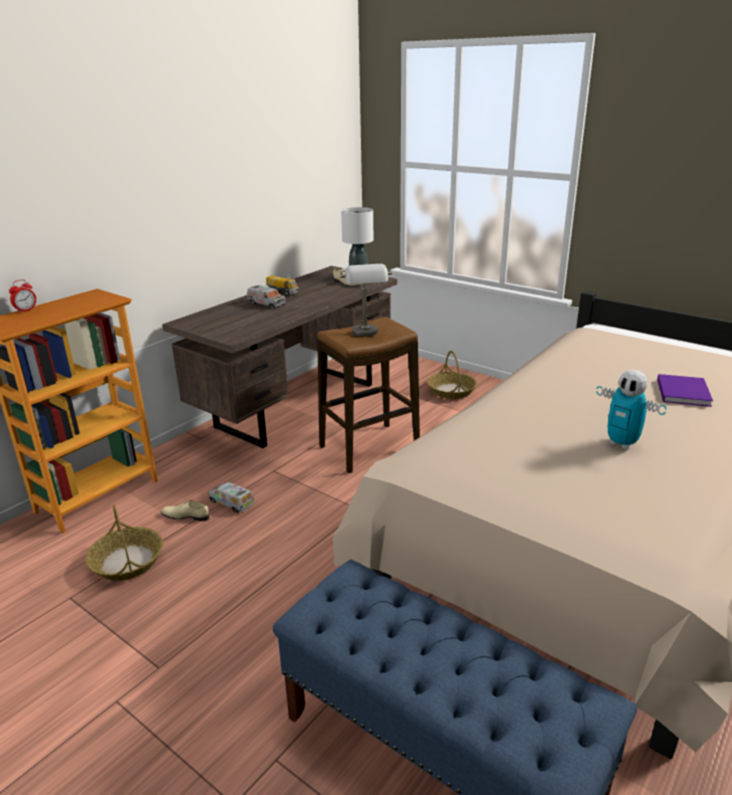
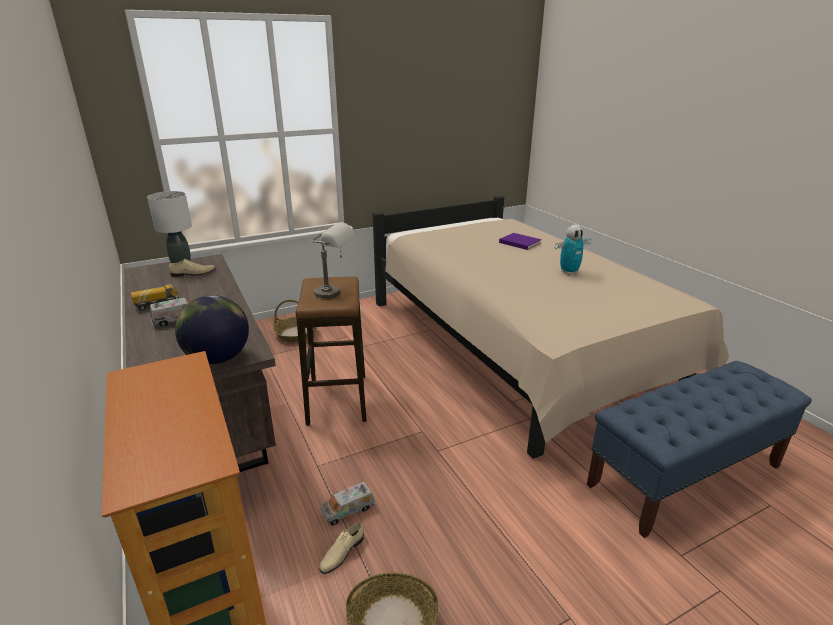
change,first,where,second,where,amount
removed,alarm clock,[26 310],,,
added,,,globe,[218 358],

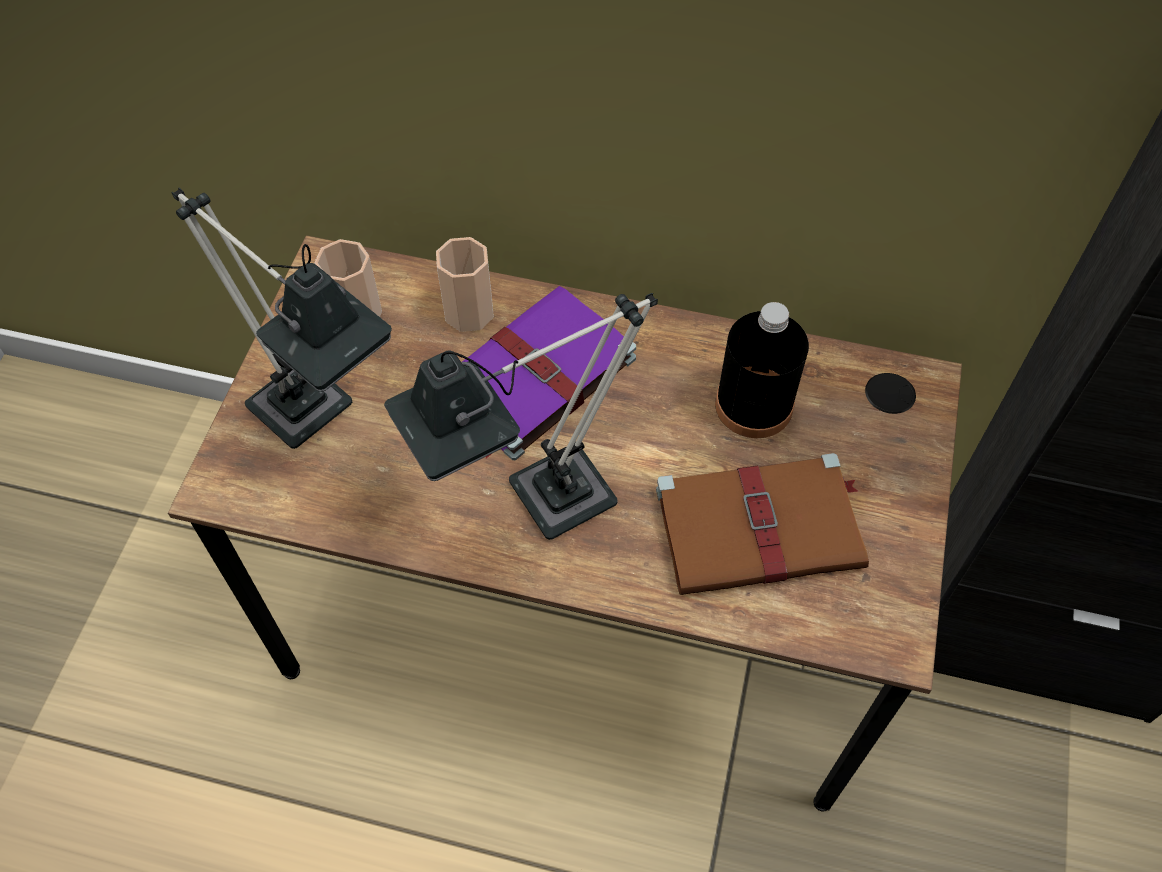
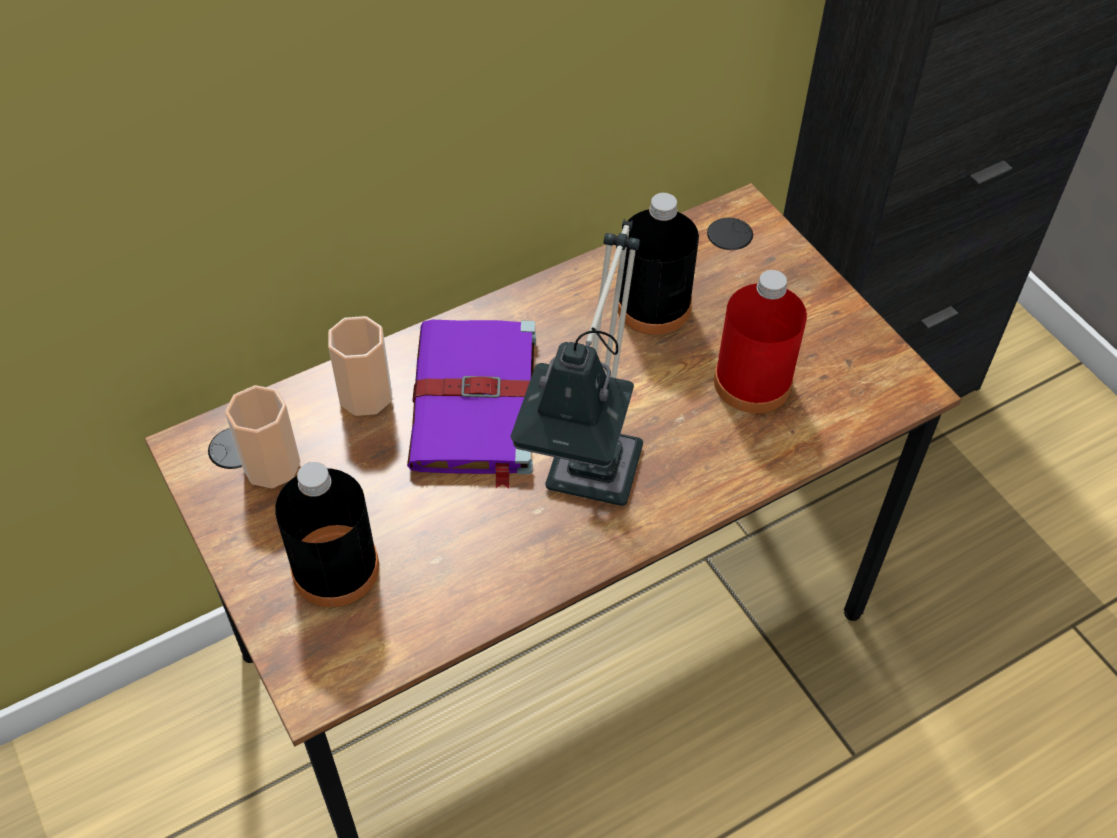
change,first,where,second,where,amount
replaced,table lamp,[315 420],black bottle,[335 569],
replaced,brown book,[762 528],red bottle,[752 382],

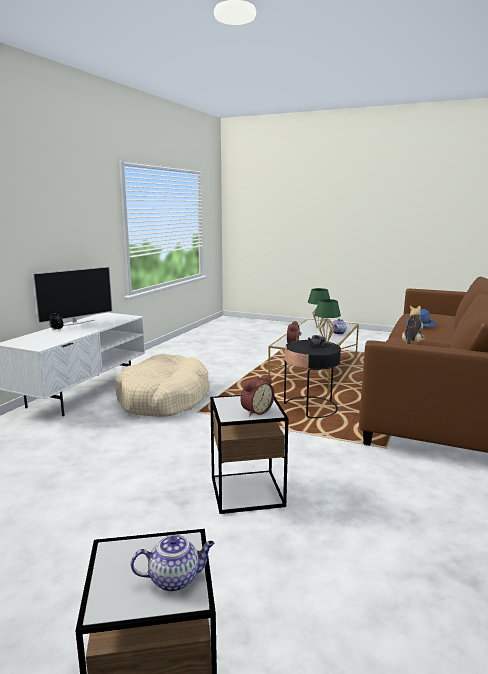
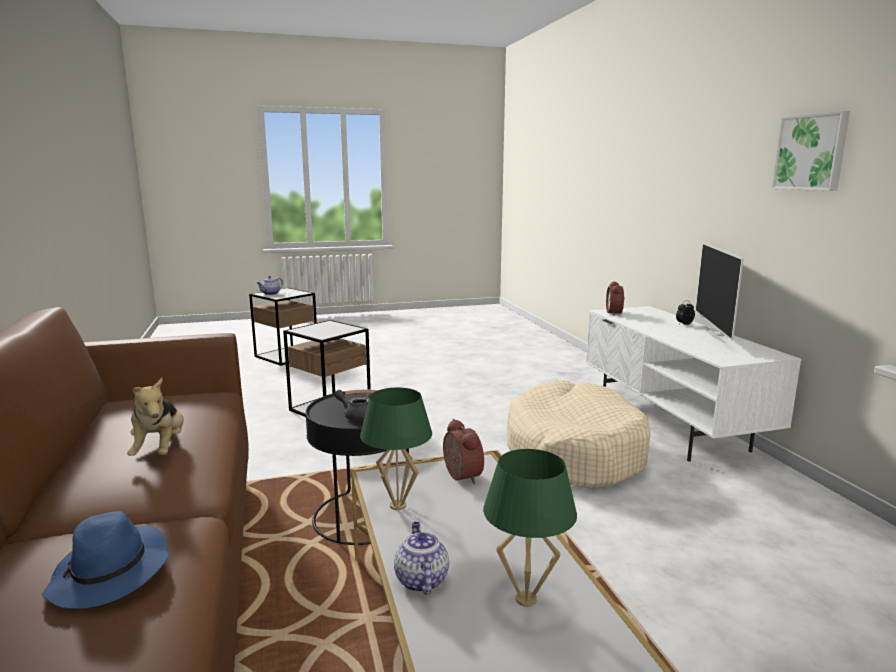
change,first,where,second,where,amount
moved,alarm clock,[255 411],,[615 313],
added,,,picture,[811 152],

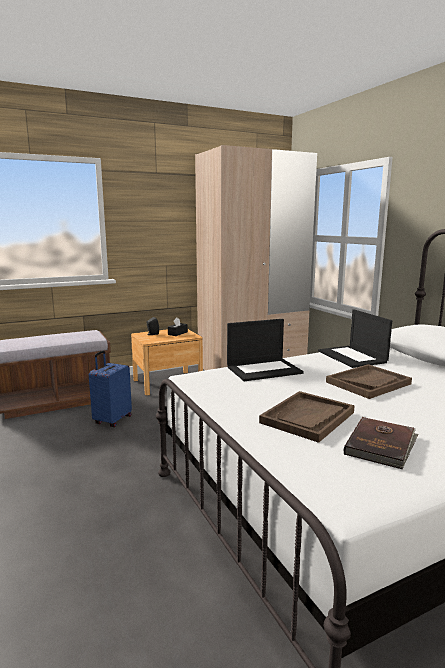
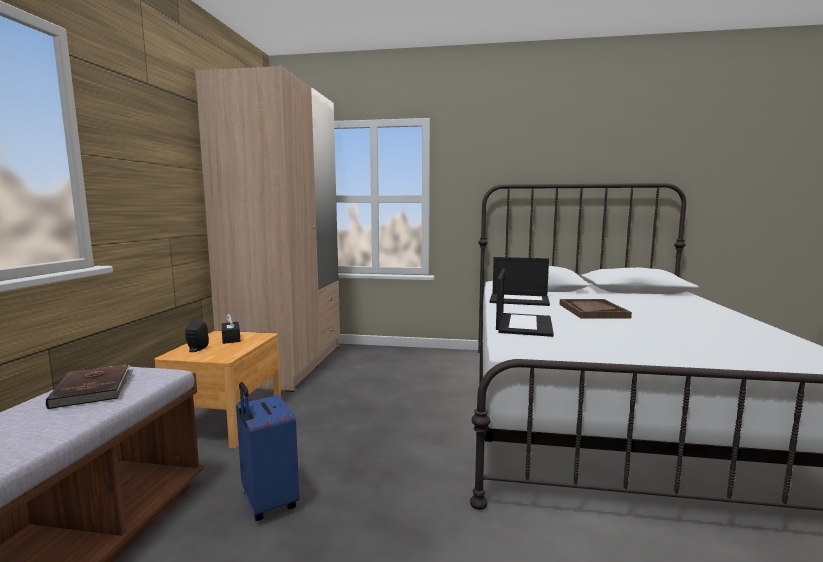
change,first,where,second,where,amount
removed,brown tray,[307 418],,,
moved,brown book,[381 445],,[94 388],

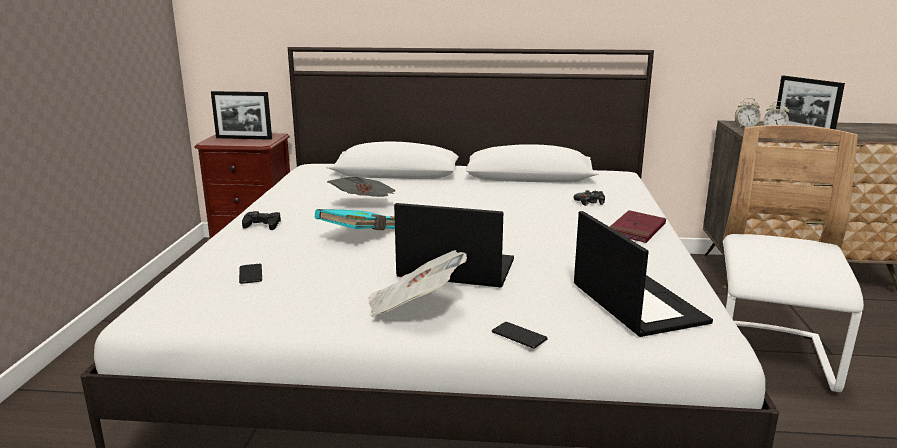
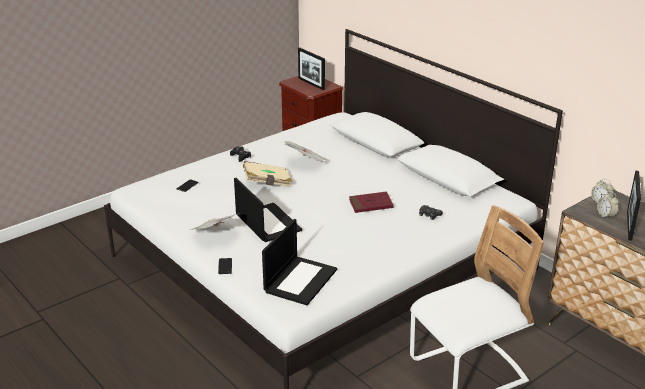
change,first,where,second,where,amount
recoloured,turquoise book,[361 235],beige book,[267 183],
moved,red book,[636 230],,[371 204],

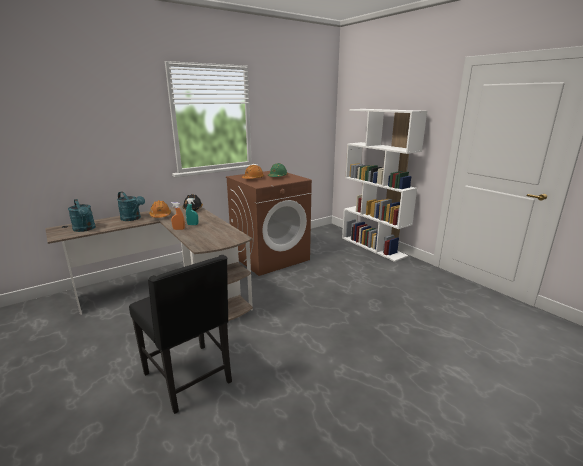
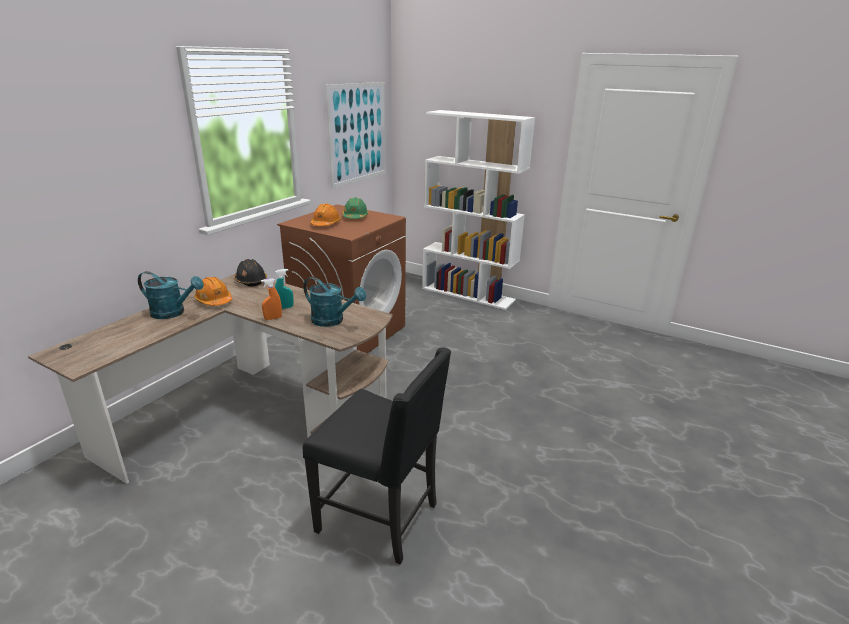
change,first,where,second,where,amount
moved,turquoise watering can,[85 229],,[333 321],
added,,,picture,[358 133],

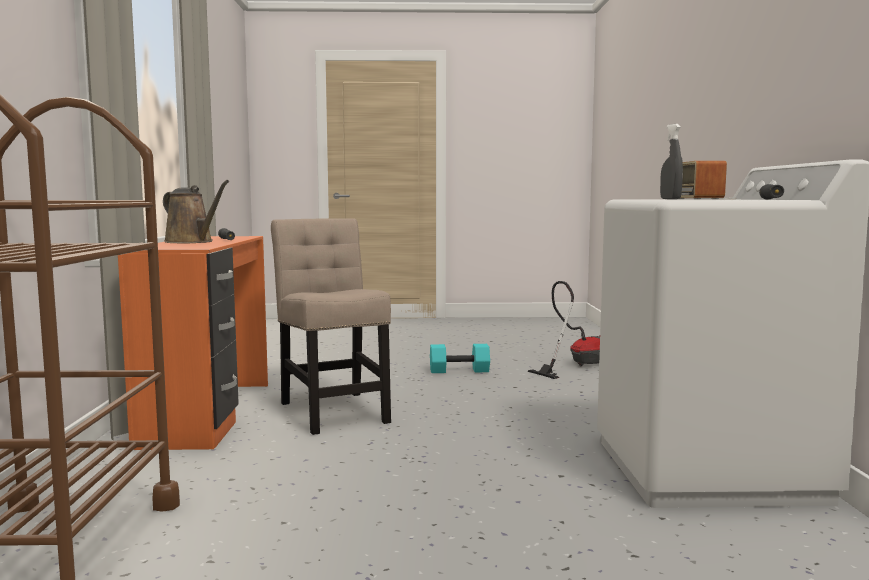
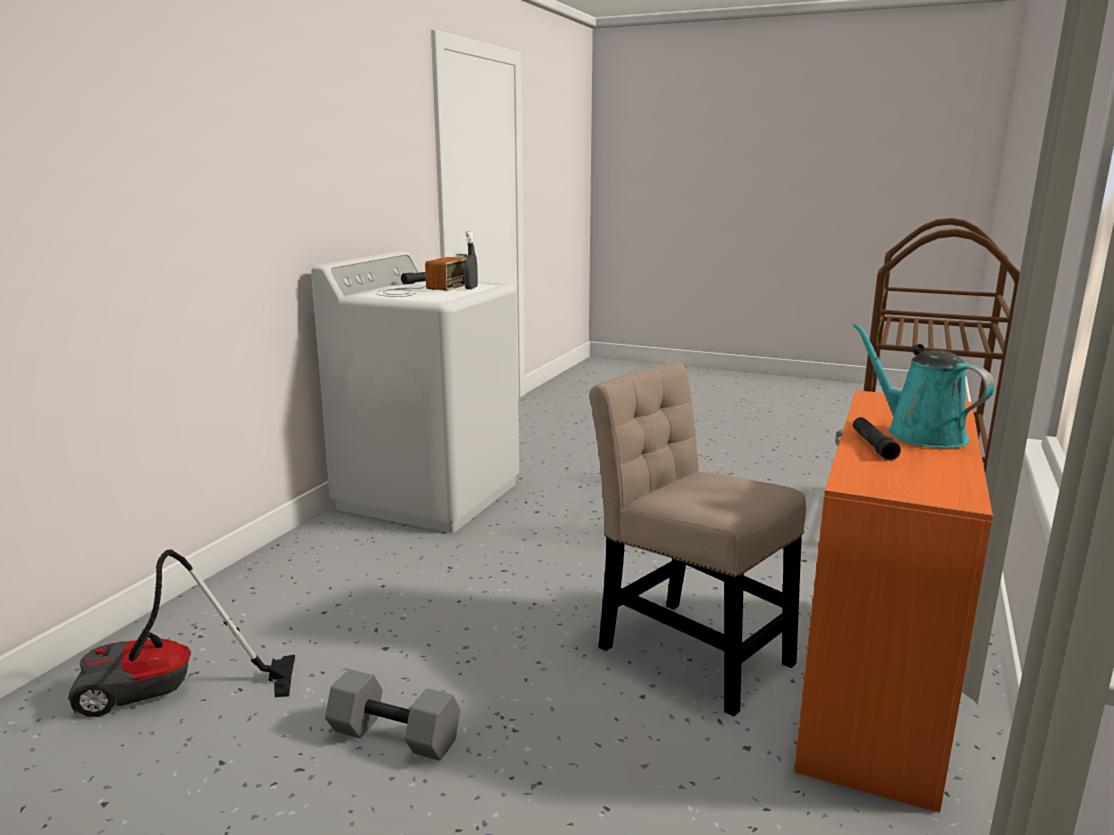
change,first,where,second,where,amount
recoloured,brown watering can,[192 242],turquoise watering can,[919 434],
turned,beige chair,[333 410],,[688 650],135 degrees clockwise
recoloured,turquoise dumbbell,[459 370],grey dumbbell,[392 737],

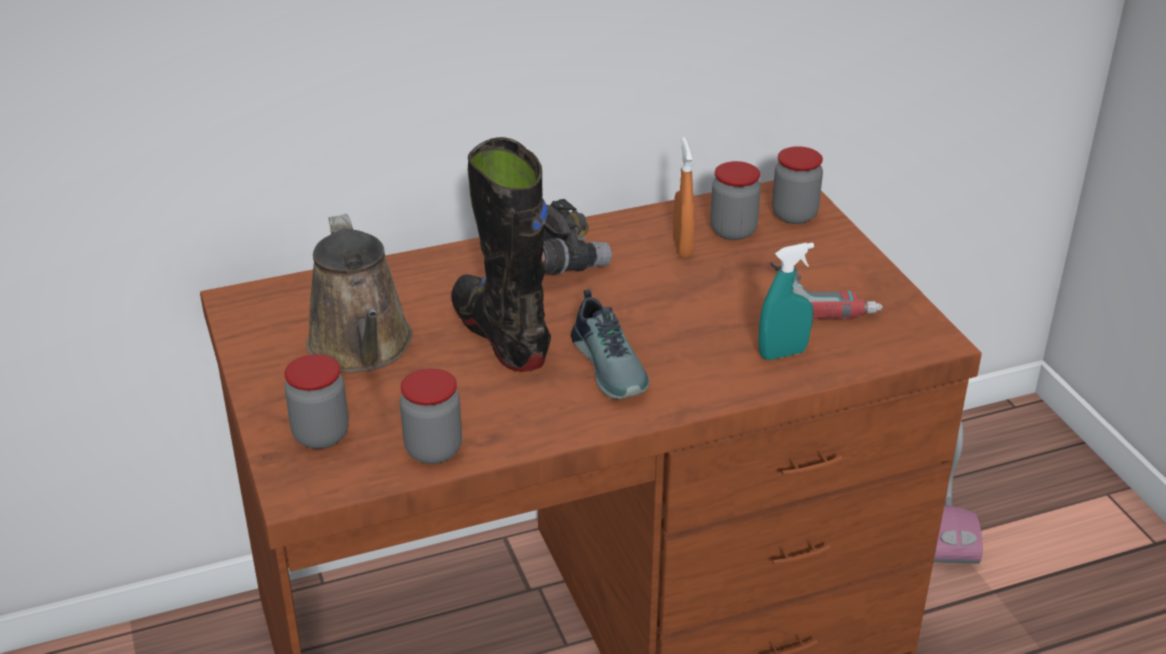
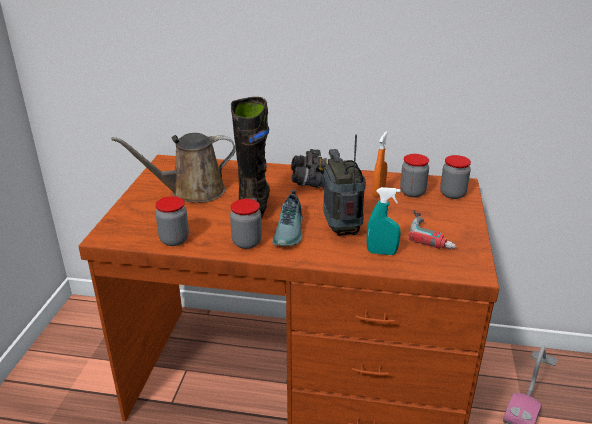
change,first,where,second,where,amount
moved,jar,[321 435],,[247 242],
turned,brown watering can,[362 348],,[192 192],60 degrees clockwise
added,,,radio,[342 229],

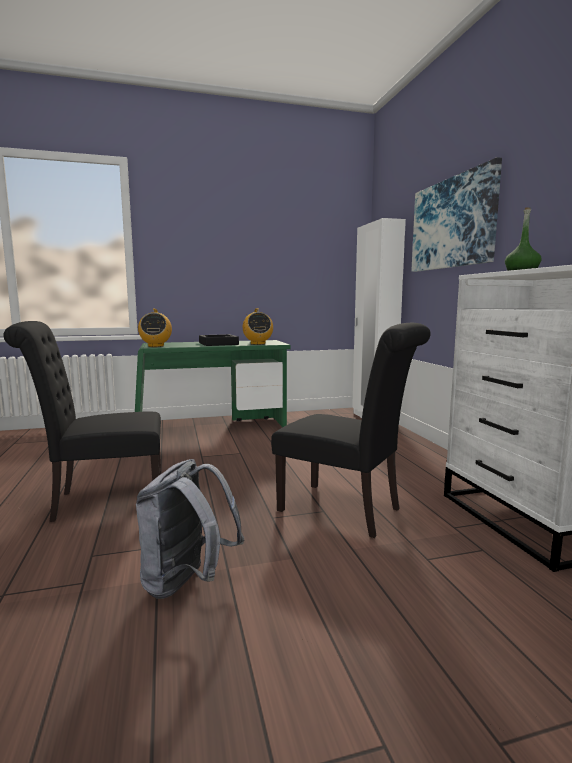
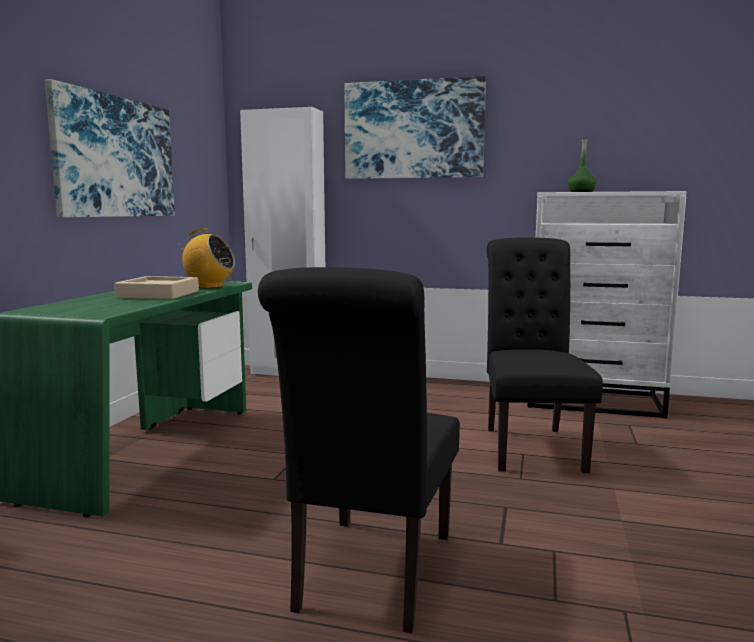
change,first,where,second,where,amount
removed,grey backpack,[187 583],,,
removed,radio,[156 346],,,
recoloured,black tray,[218 344],beige tray,[158 294],
turned,black chair,[346 511],,[530 445],60 degrees counterclockwise
added,,,picture,[115 157],

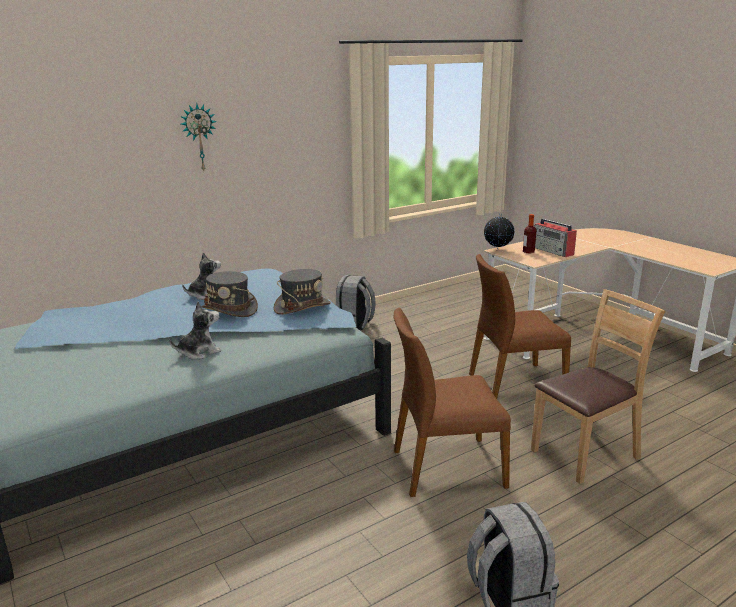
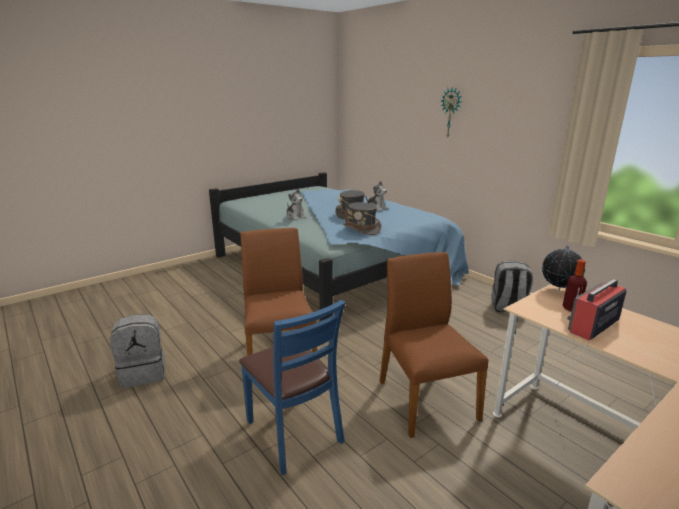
change,first,where,second,where,amount
recoloured,brown chair,[585 453],blue chair,[293 433],

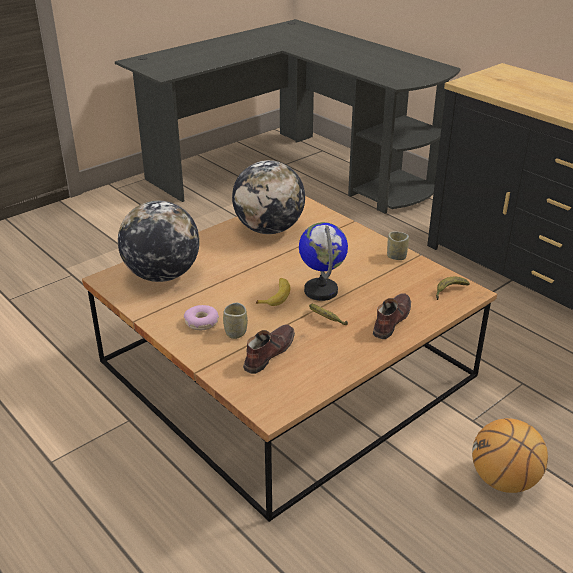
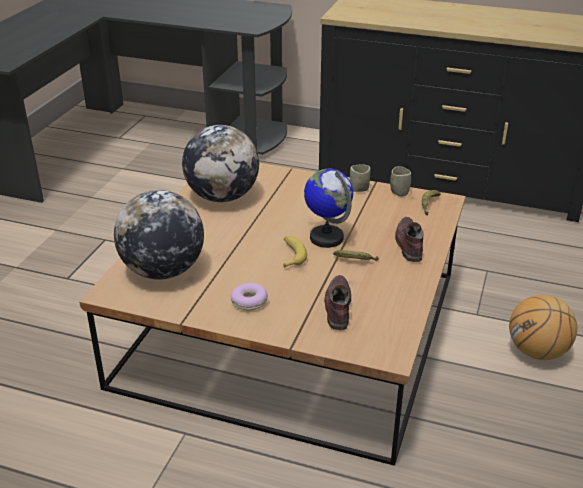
change,first,where,second,where,amount
moved,cup,[235 332],,[399 192],

